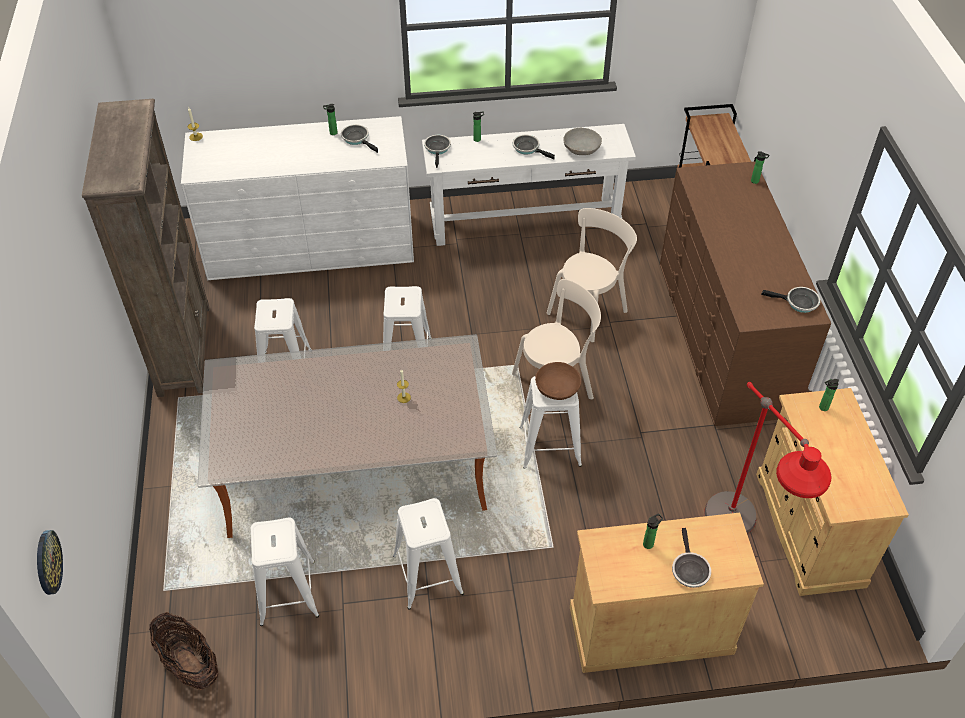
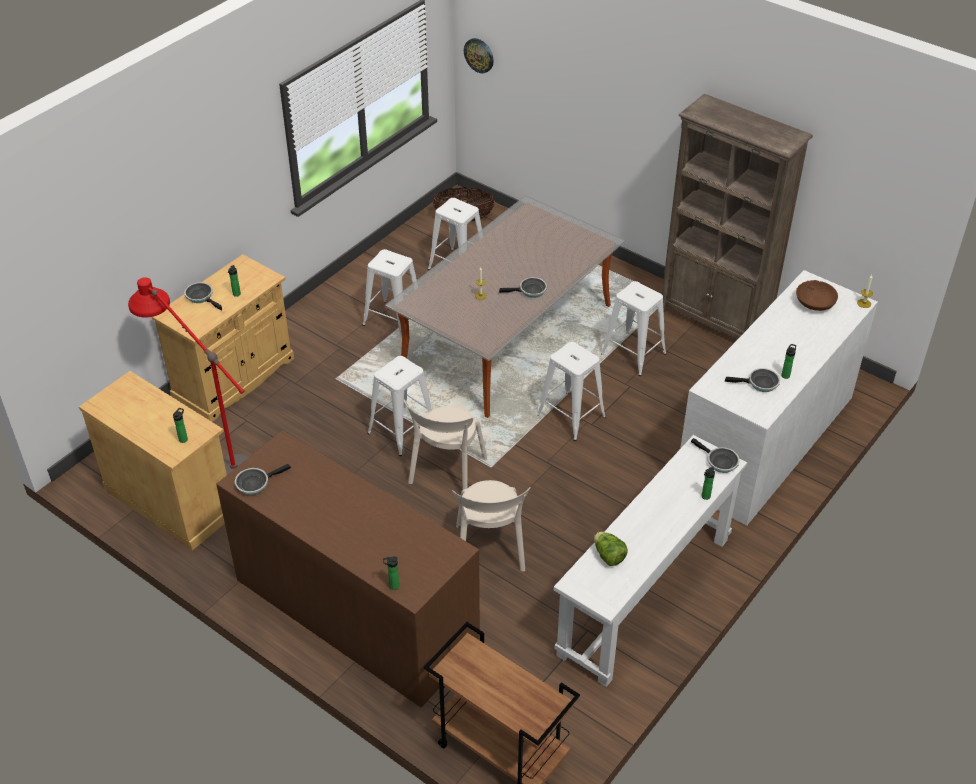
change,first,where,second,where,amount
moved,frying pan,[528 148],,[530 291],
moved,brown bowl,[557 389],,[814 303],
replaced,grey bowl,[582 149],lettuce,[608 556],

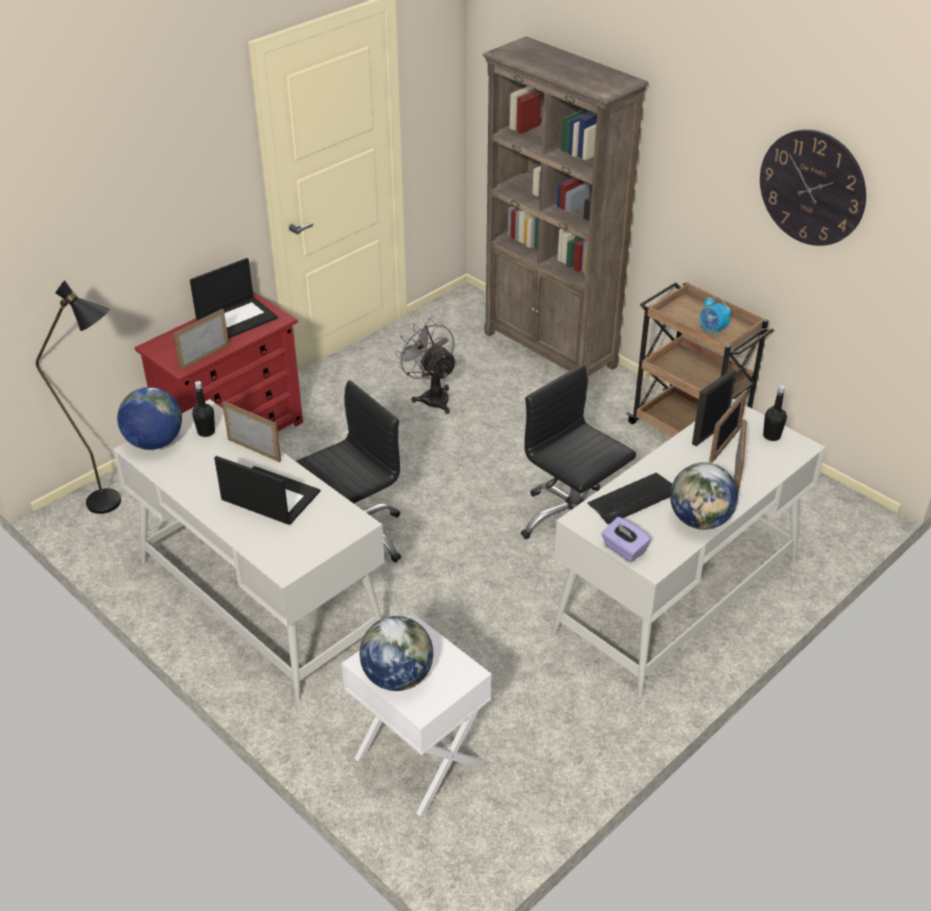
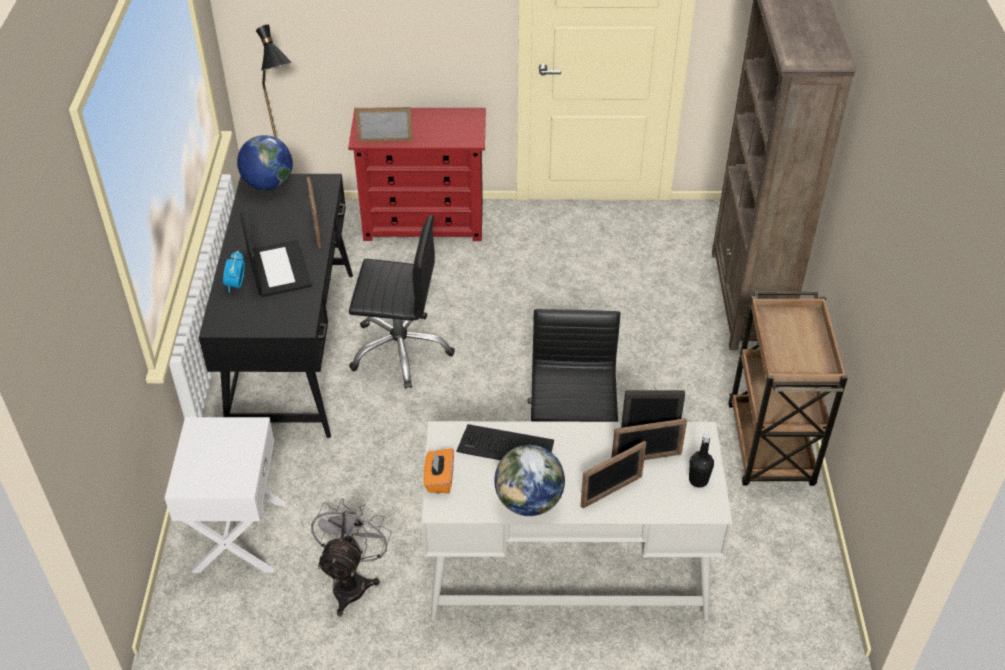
change,first,where,second,where,amount
recoloured,white desk,[260 597],black desk,[293 350],
removed,laptop,[237 318],,,
removed,black bottle,[206 432],,,
removed,globe,[397 677],,,
moved,grey fan,[431 397],,[352 581],
recoloured,purple tissue box,[624 550],orange tissue box,[439 479],
moved,alarm clock,[712 330],,[236 285],
removed,wall clock,[812 188],,,

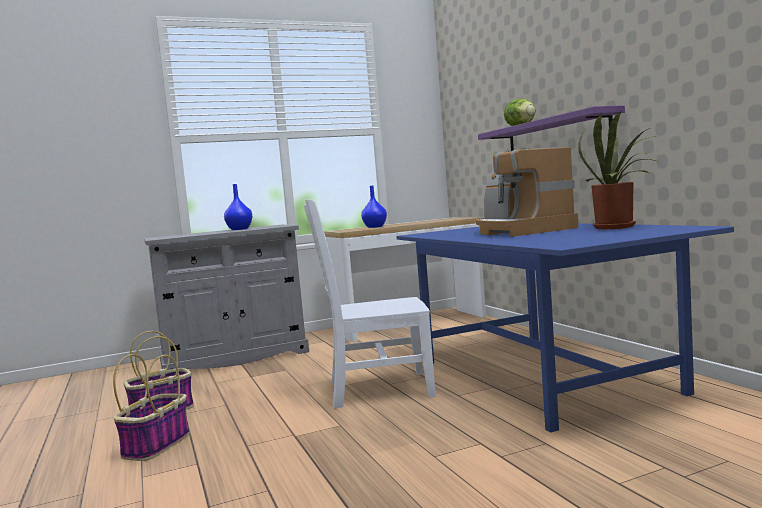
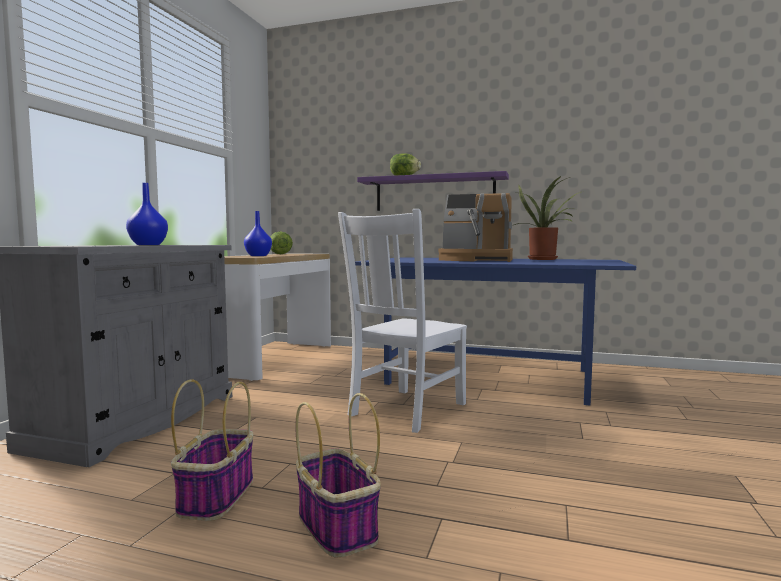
change,first,where,second,where,amount
added,,,lettuce,[280 254],

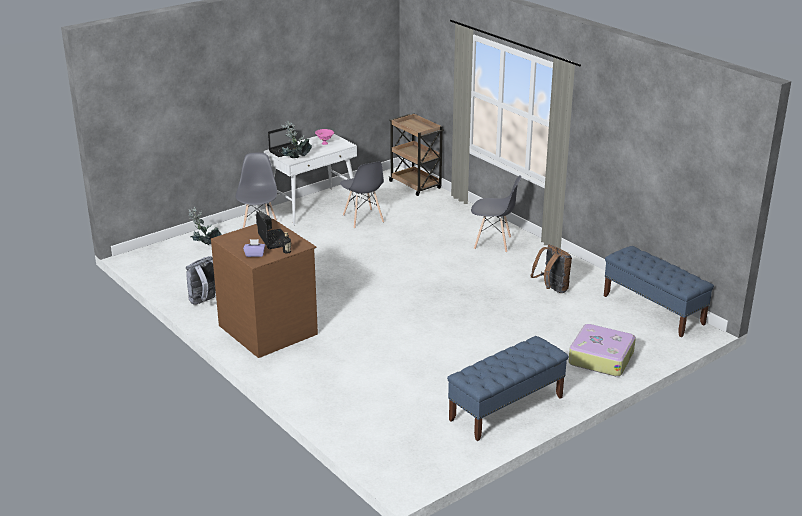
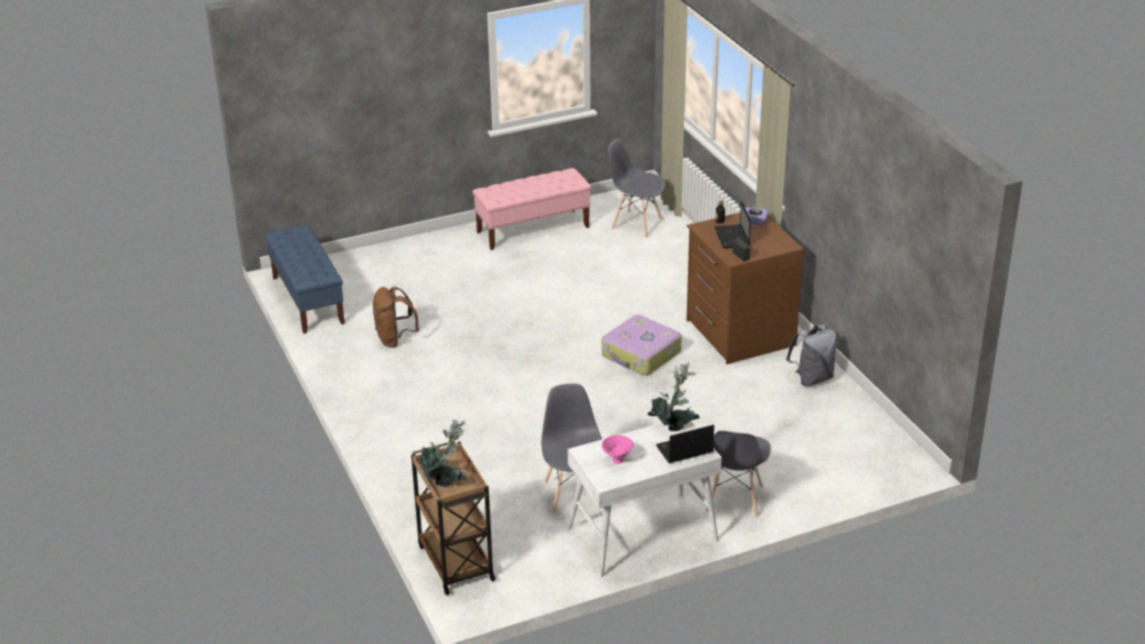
change,first,where,second,where,amount
moved,potted plant,[205 246],,[445 481],
recoloured,blue bench,[506 409],pink bench,[533 229],
moved,grey chair,[493 243],,[636 224],
moved,suitcase,[601 357],,[641 354],

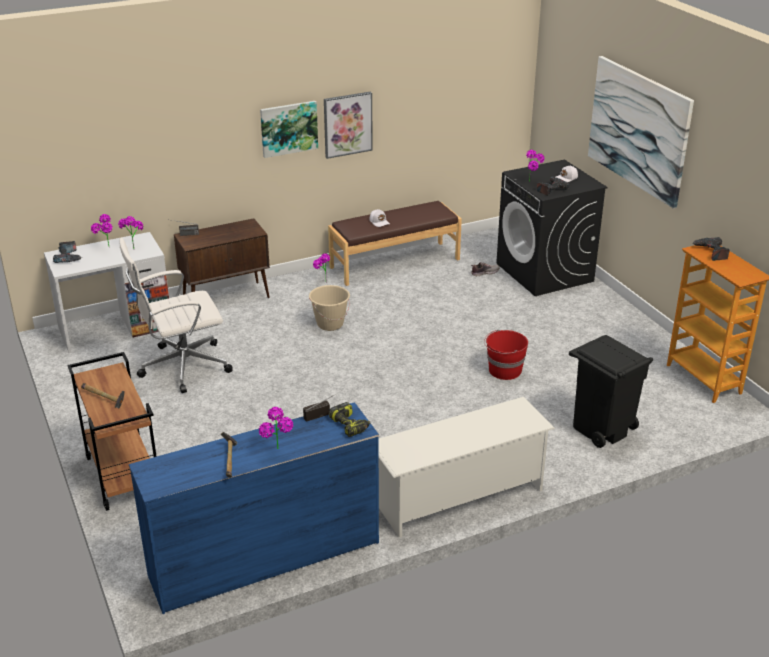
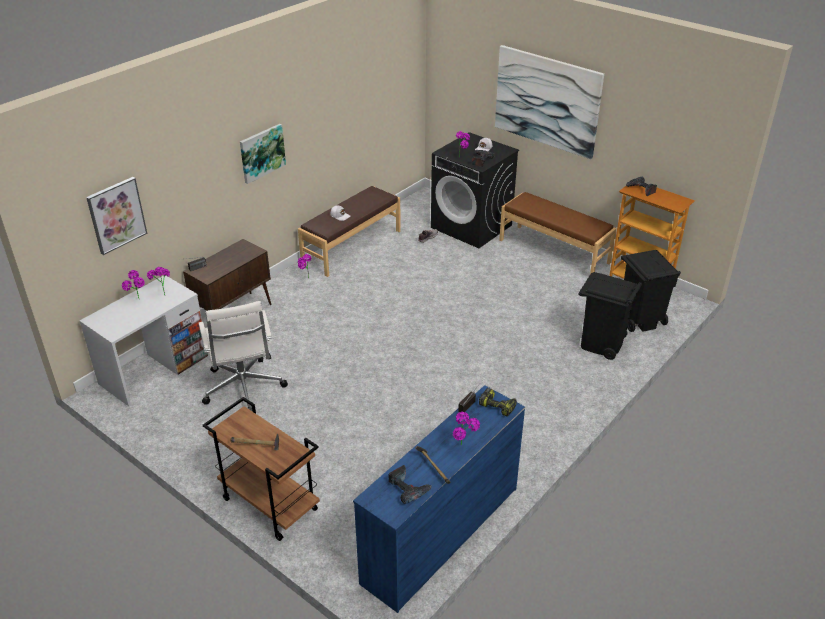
change,first,where,second,where,amount
moved,power drill,[68 257],,[408 488],
turned,white office chair,[182 366],,[243 389],60 degrees counterclockwise
removed,beige bucket,[330 324],,,
moved,picture,[347 124],,[116 215],
removed,white shoe rack,[458 496],,,
removed,red bucket,[504 371],,,
added,,,brown bench,[554 251],
added,,,black trash can,[640 319],

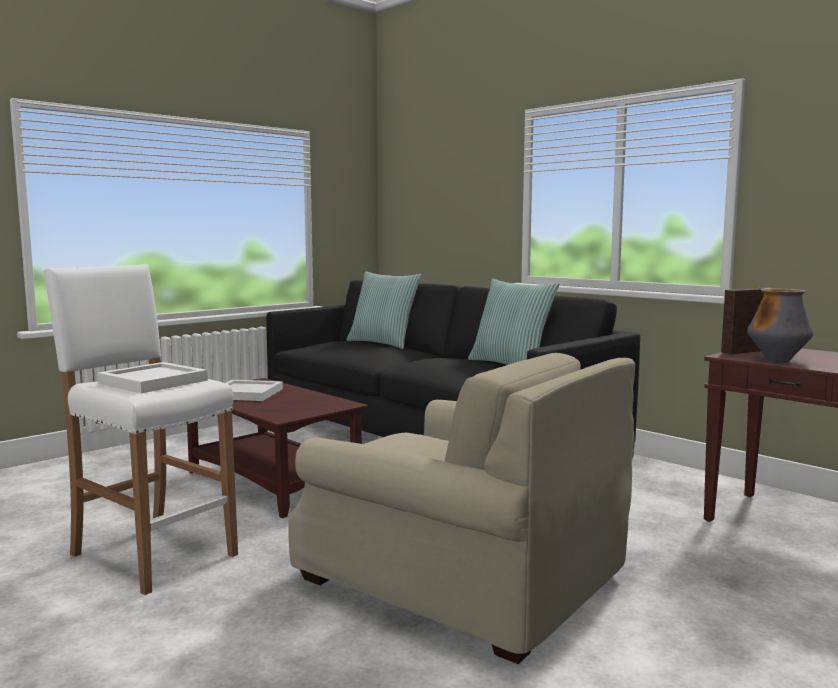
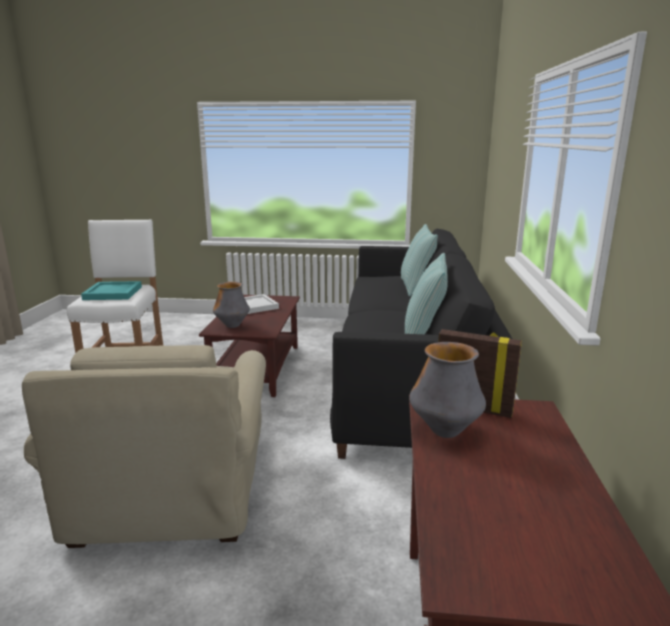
change,first,where,second,where,amount
recoloured,white tray,[153 381],turquoise tray,[114 293],
added,,,vase,[232 326],

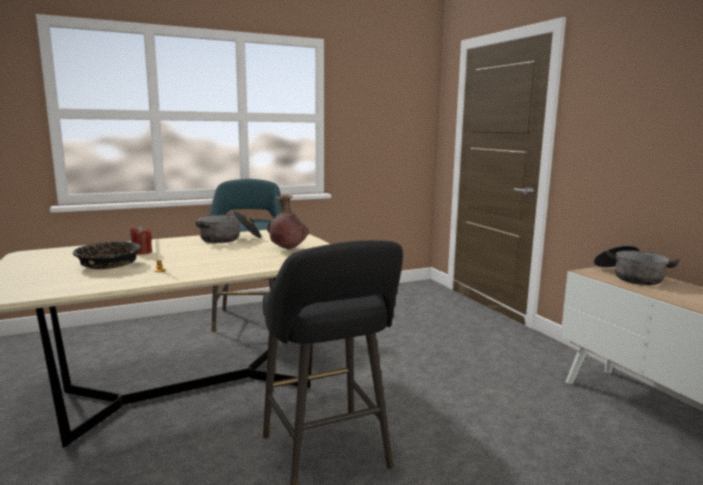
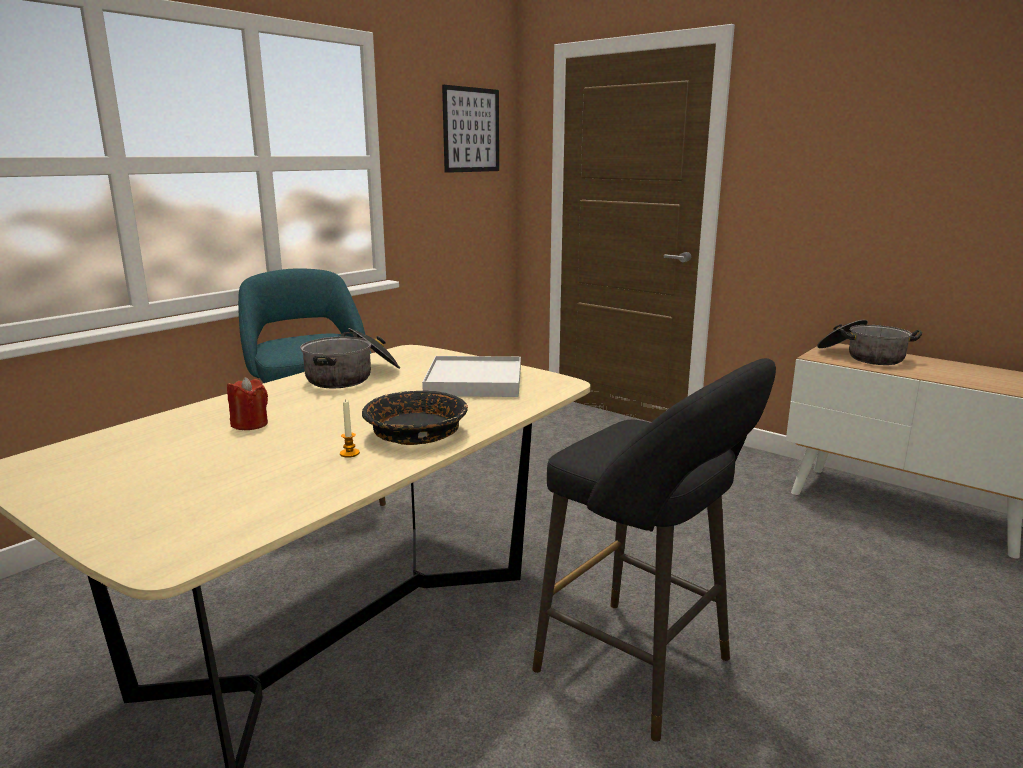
change,first,where,second,where,amount
moved,black bowl,[108 265],,[416 434],
replaced,brown vase,[287 249],white tray,[474 382],
added,,,picture,[471 130],

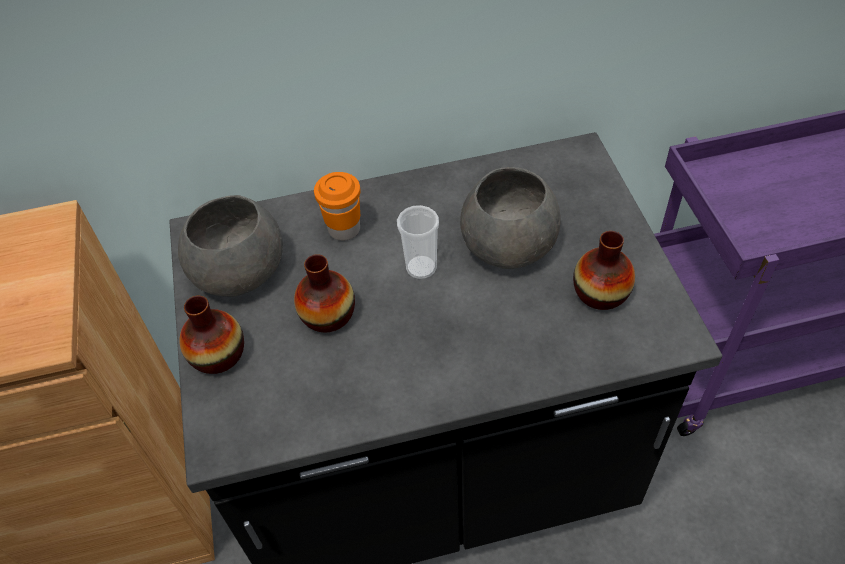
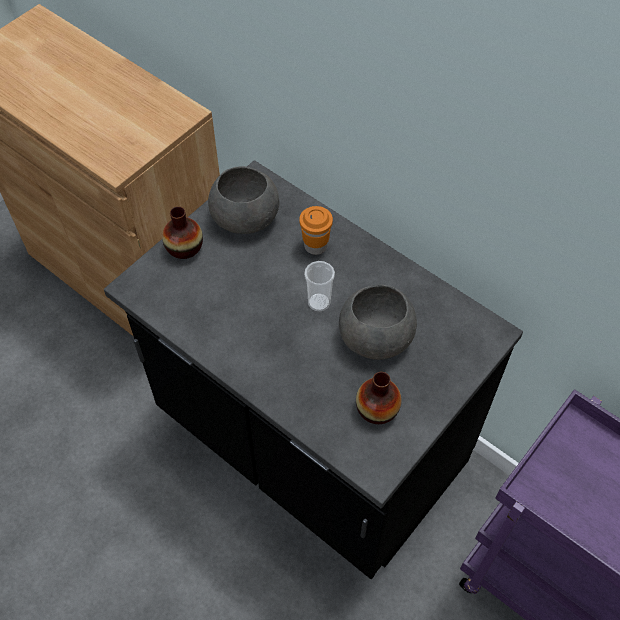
change,first,where,second,where,amount
removed,vase,[328 315],,,

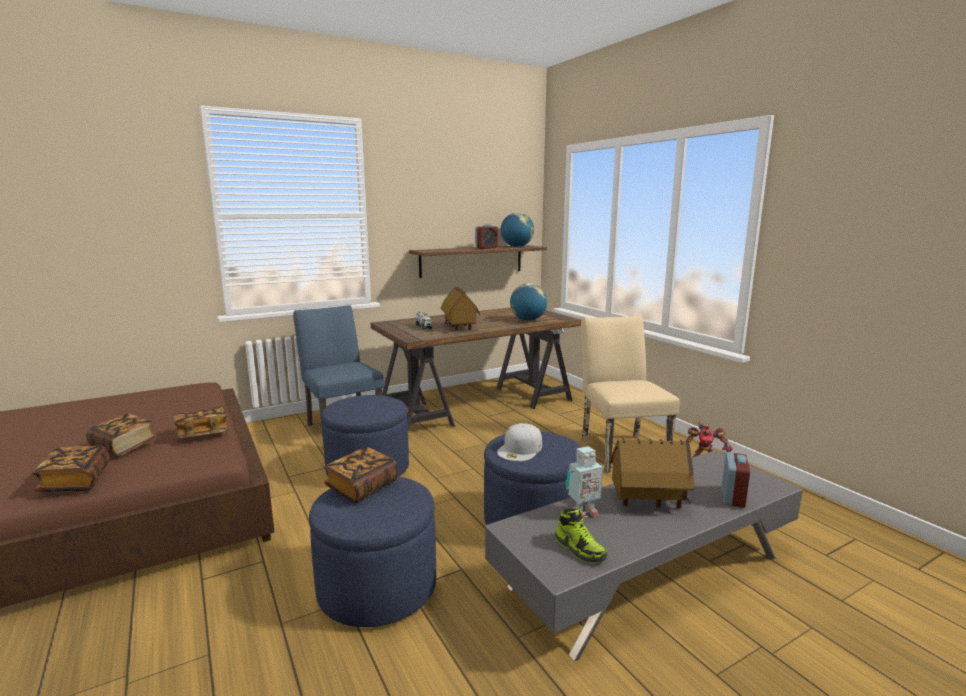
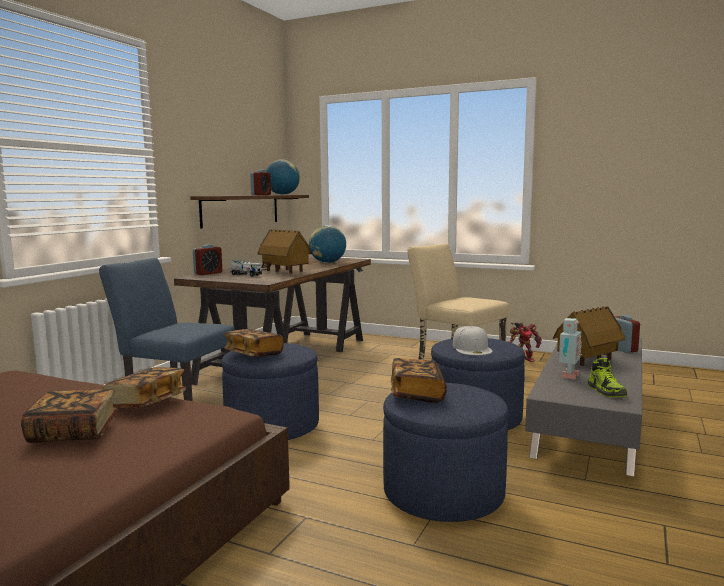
change,first,where,second,where,amount
moved,book,[75 481],,[254 354],
turned,shoe,[580 549],,[606 391],60 degrees clockwise
added,,,alarm clock,[208 273],

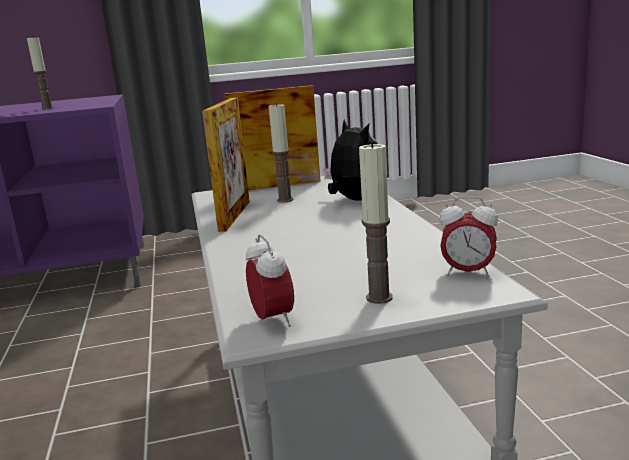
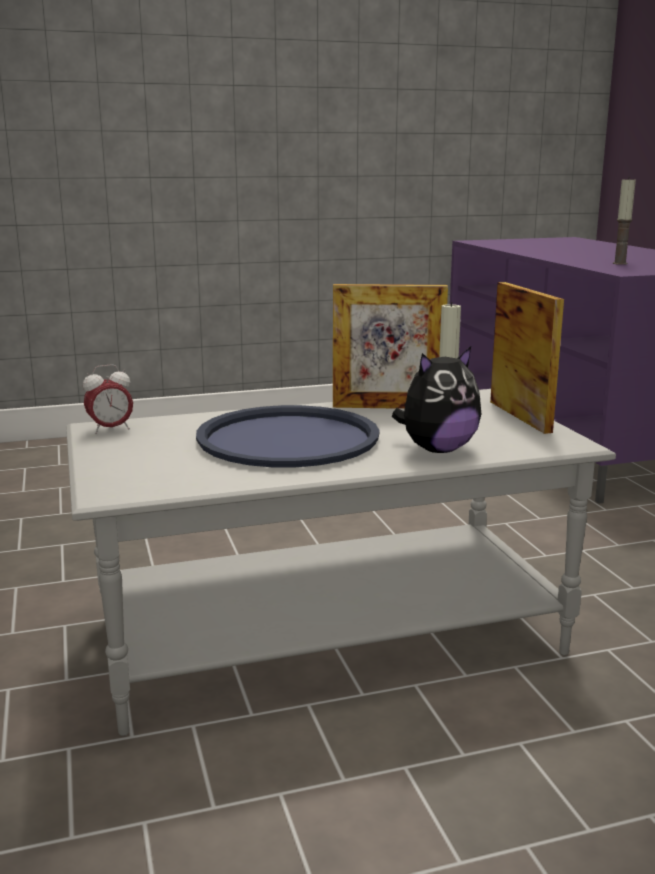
change,first,where,second,where,amount
removed,candle,[379 297],,,
removed,alarm clock,[468 273],,,
added,,,blue tray,[287 439],

